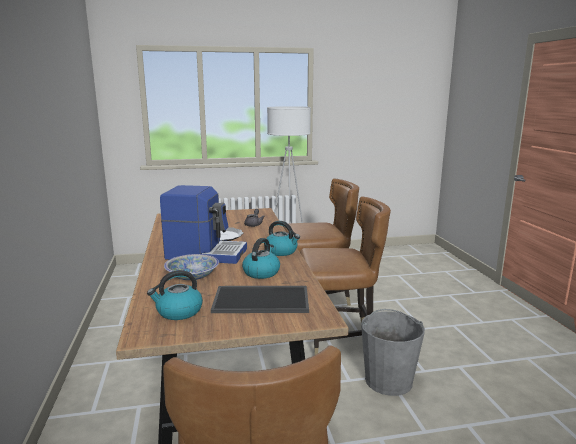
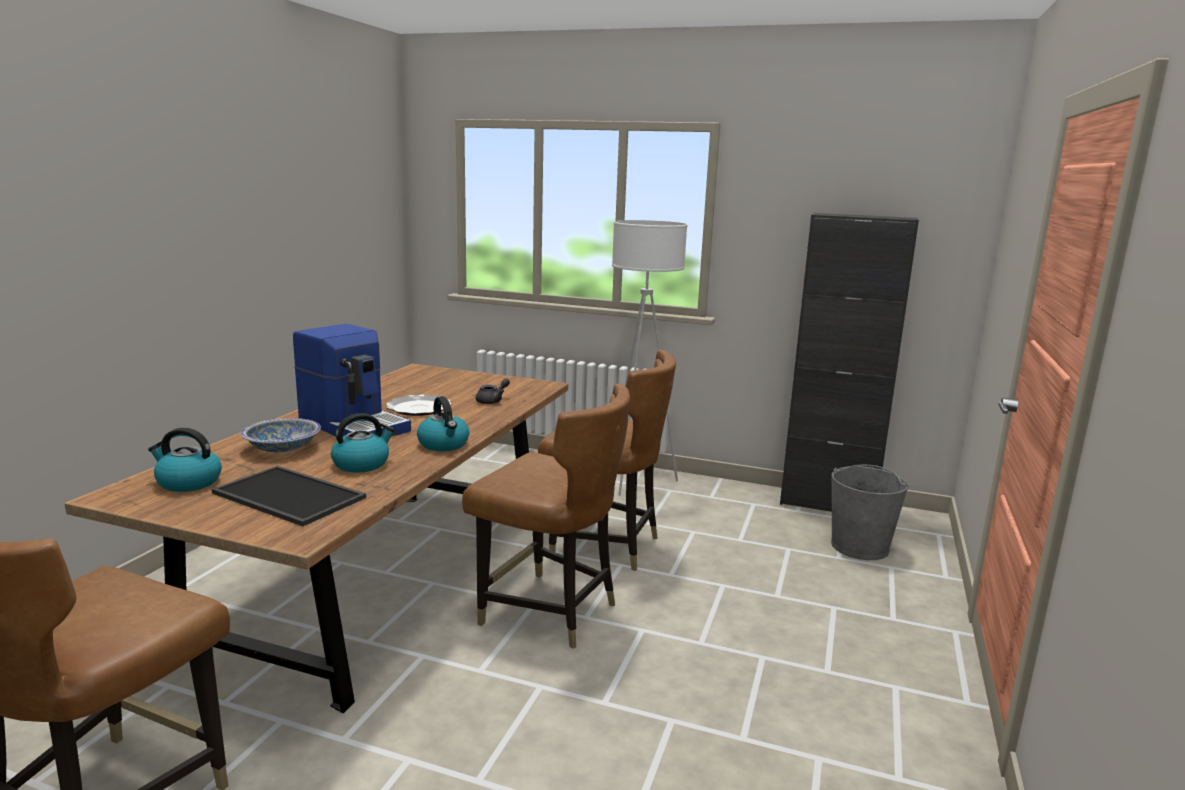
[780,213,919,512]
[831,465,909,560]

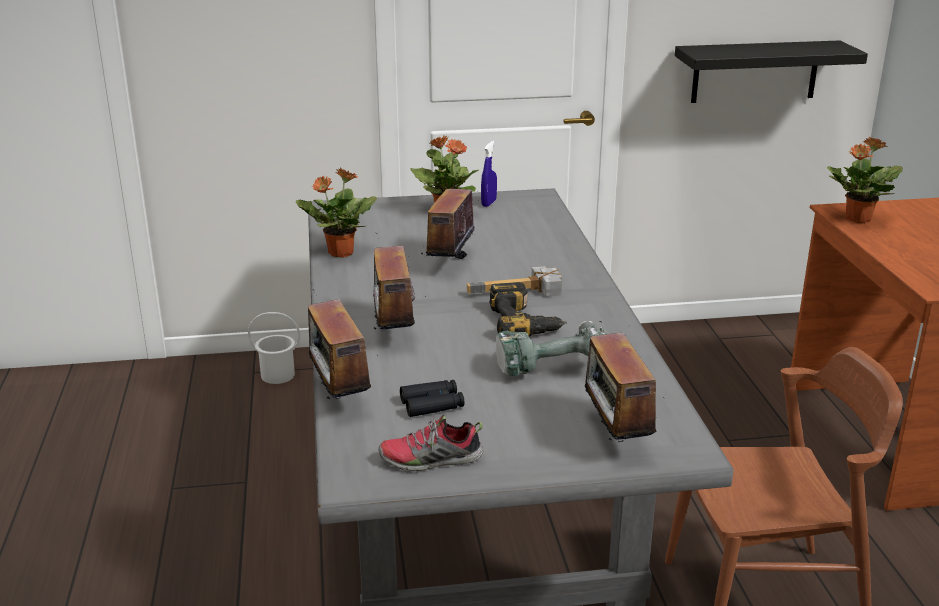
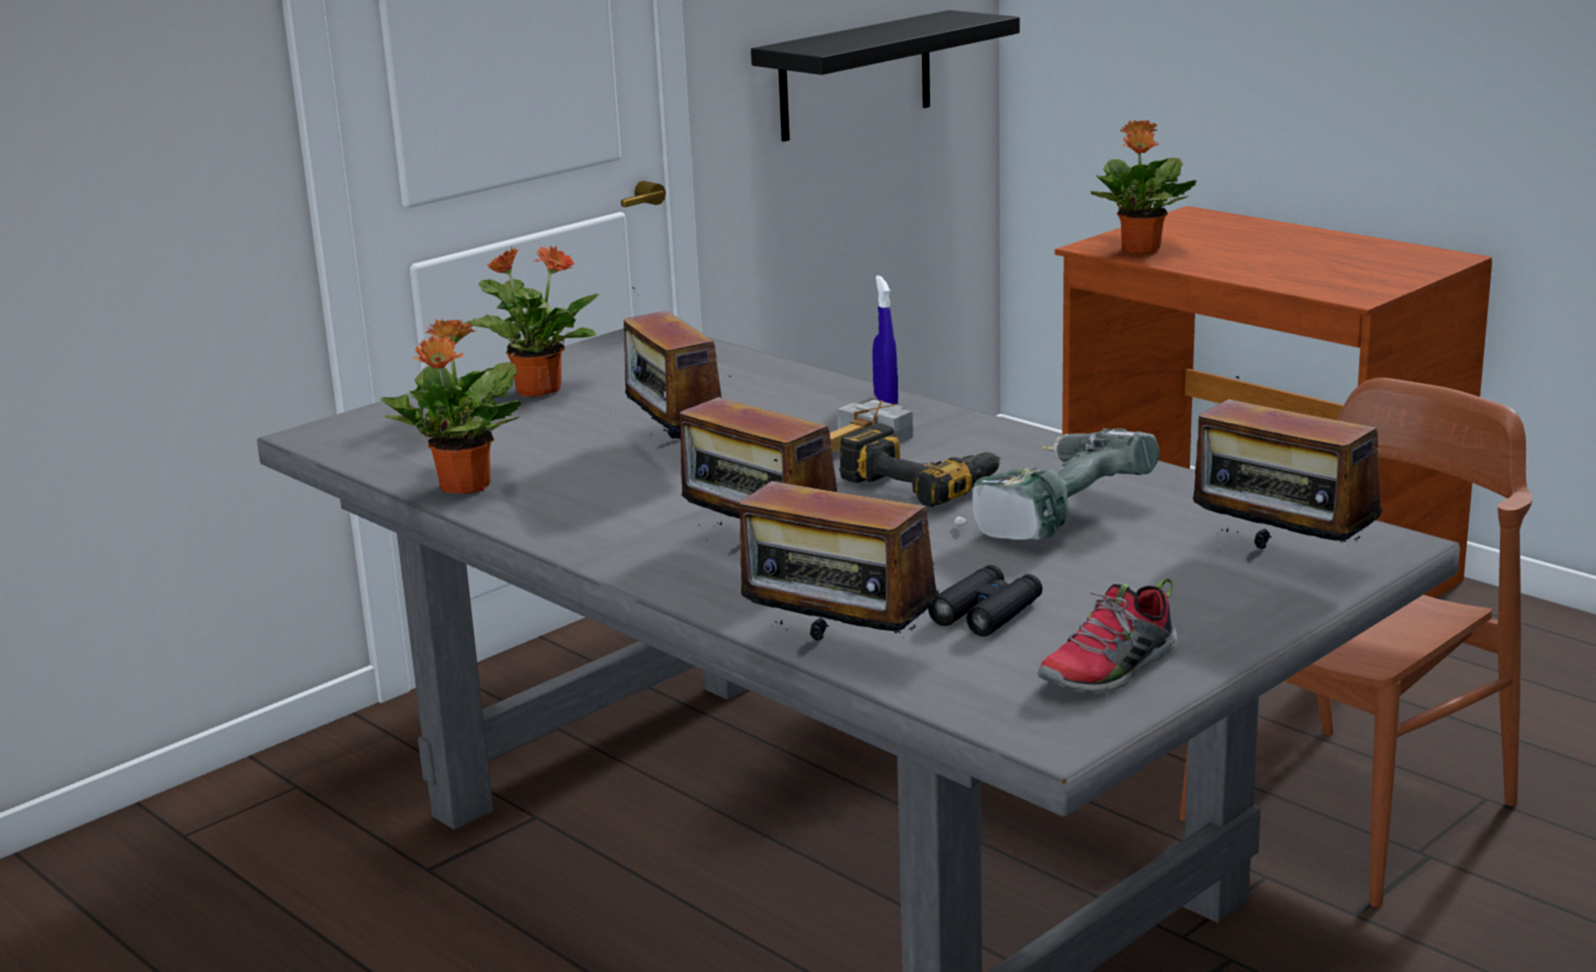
[872,275,898,404]
[248,312,300,384] (first image)

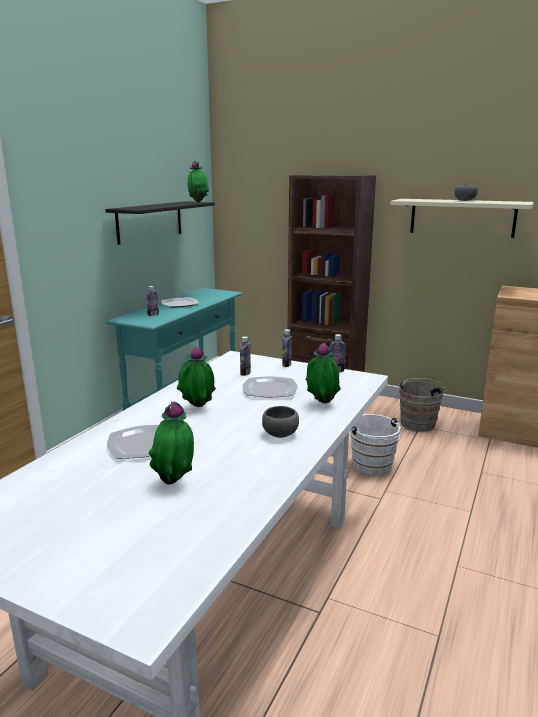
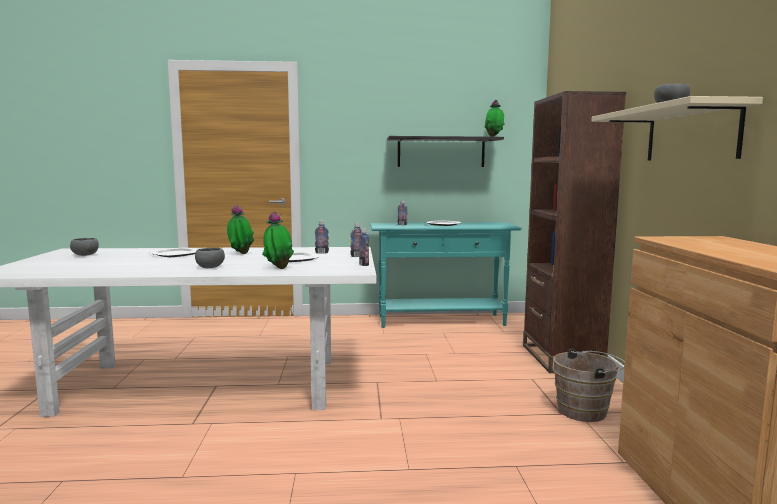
[70,238,99,256]
[148,401,194,485] (first image)
[350,414,404,475] (first image)

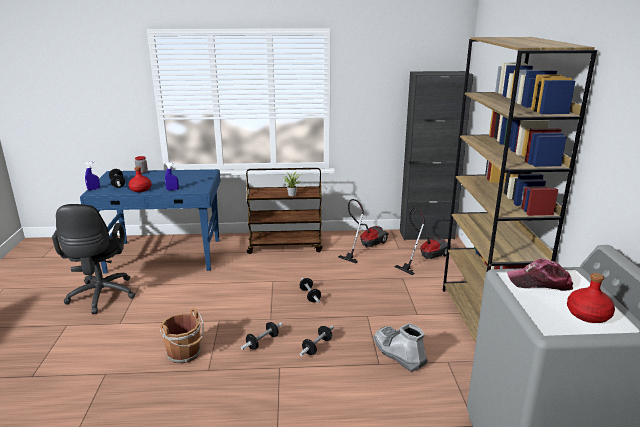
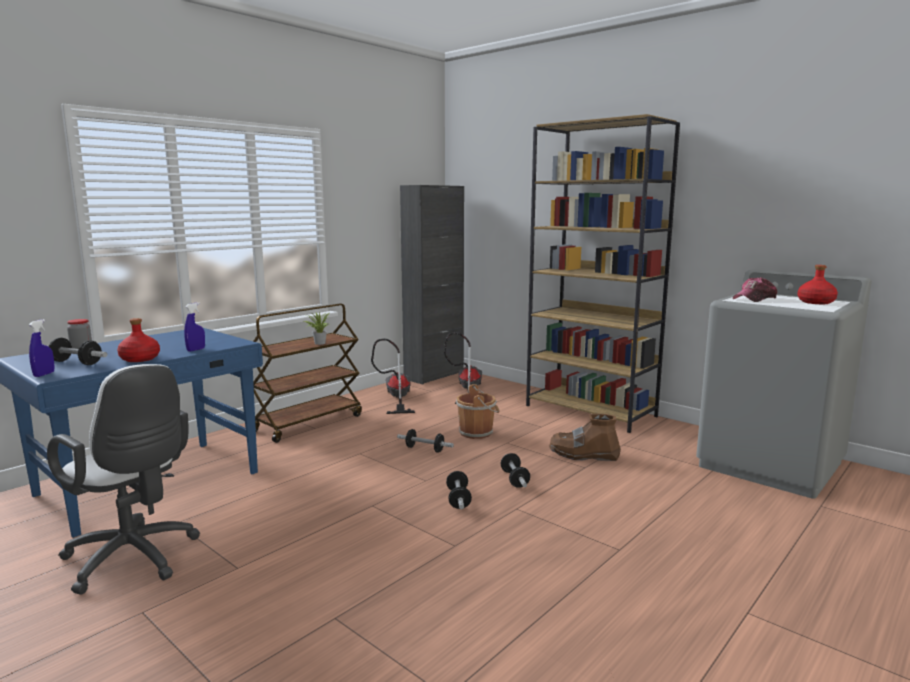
[47,364,200,594]
[456,384,499,439]
[549,414,621,461]

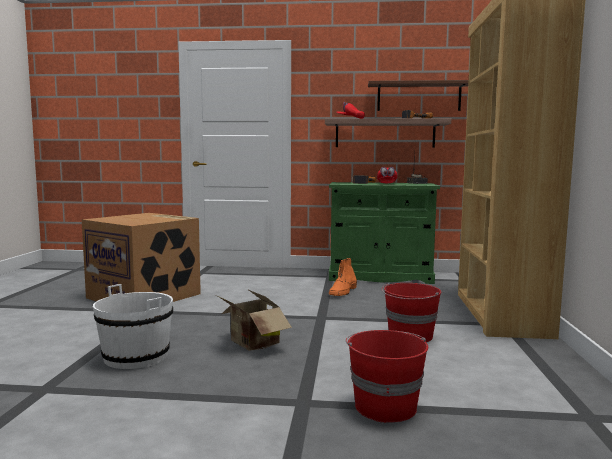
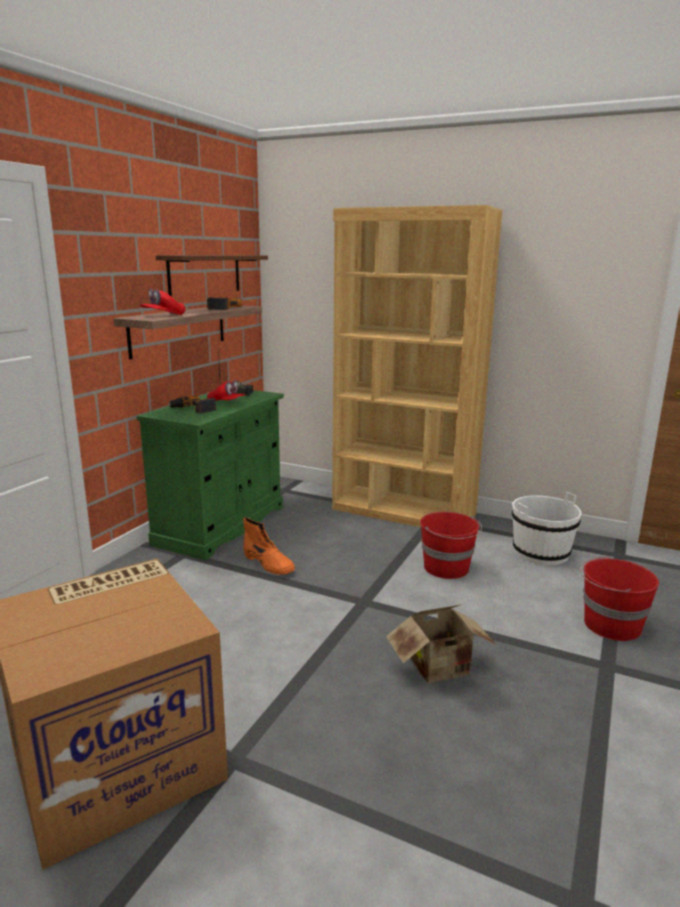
[512,492,581,565]

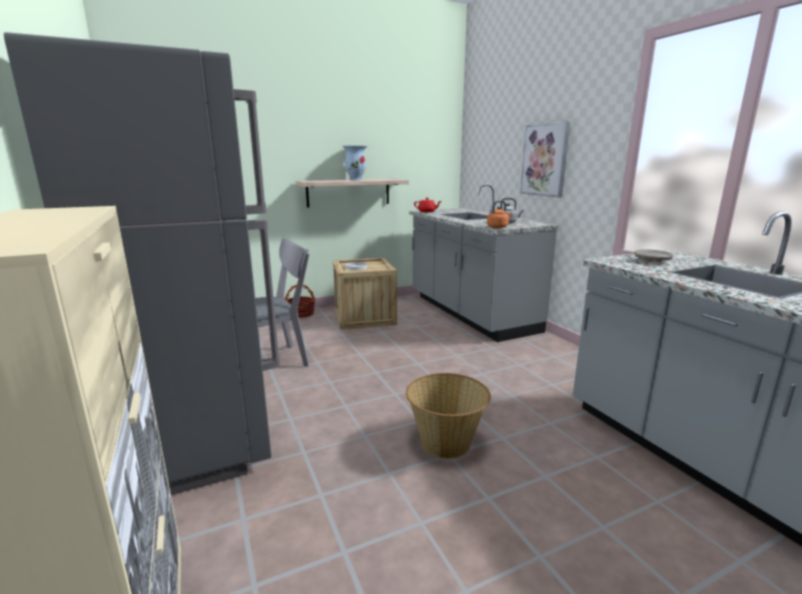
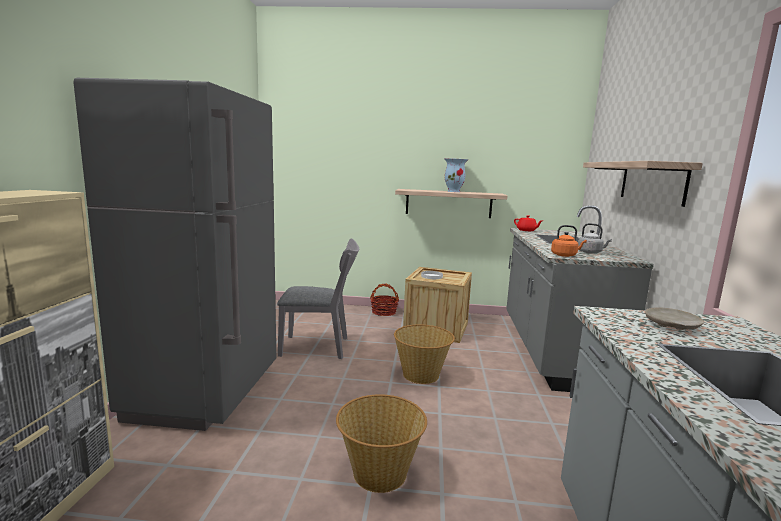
[394,325,455,384]
[583,161,703,207]

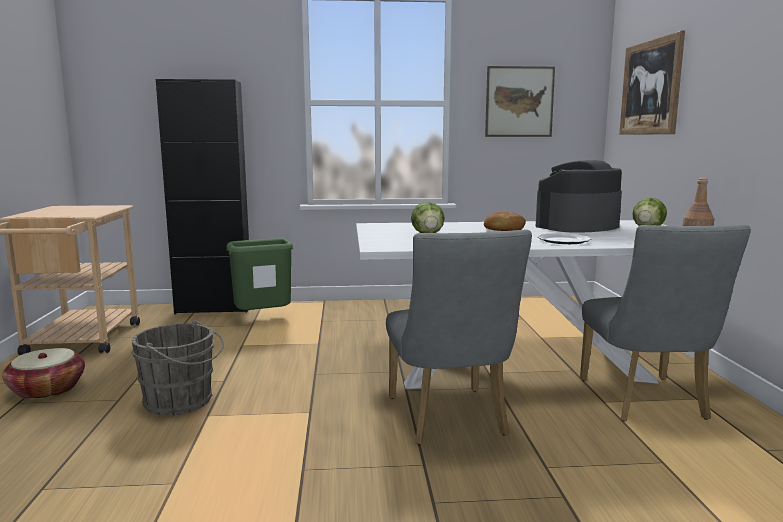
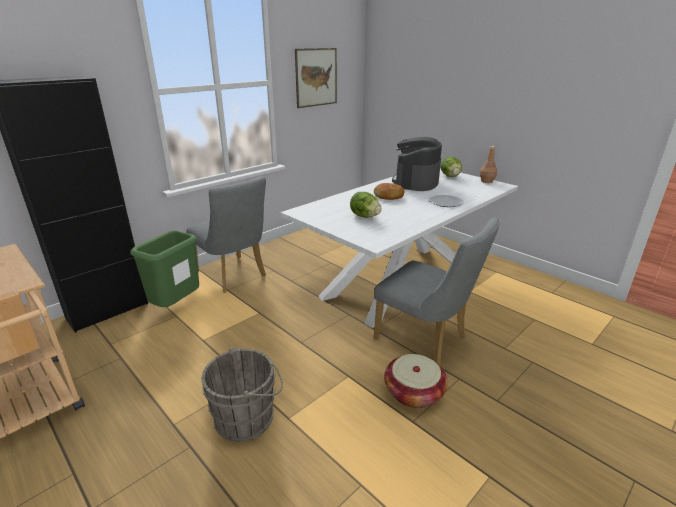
[186,177,266,292]
[384,354,448,408]
[619,31,685,135] (first image)

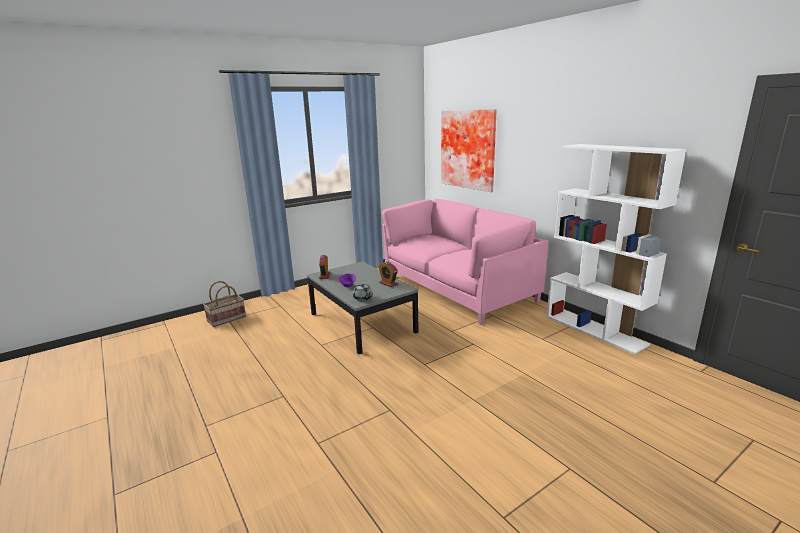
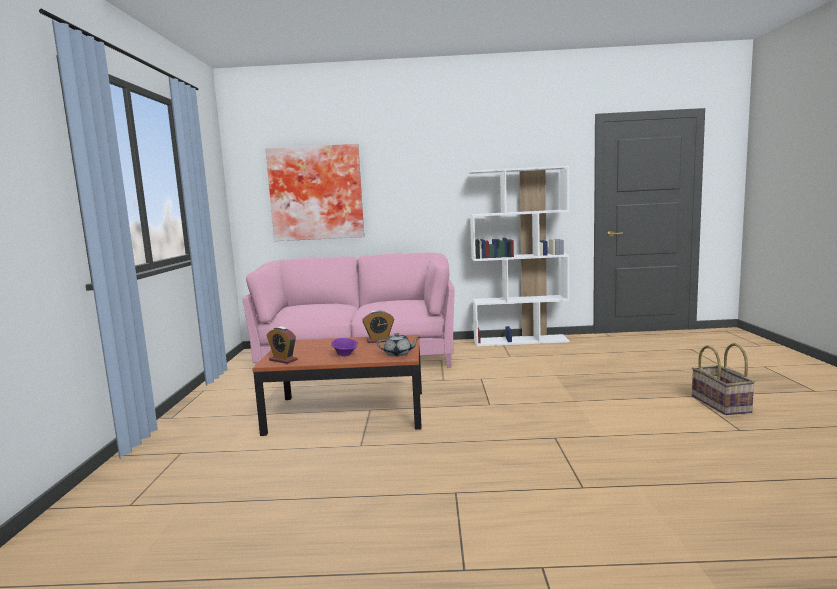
[252,334,422,436]
[692,343,755,415]

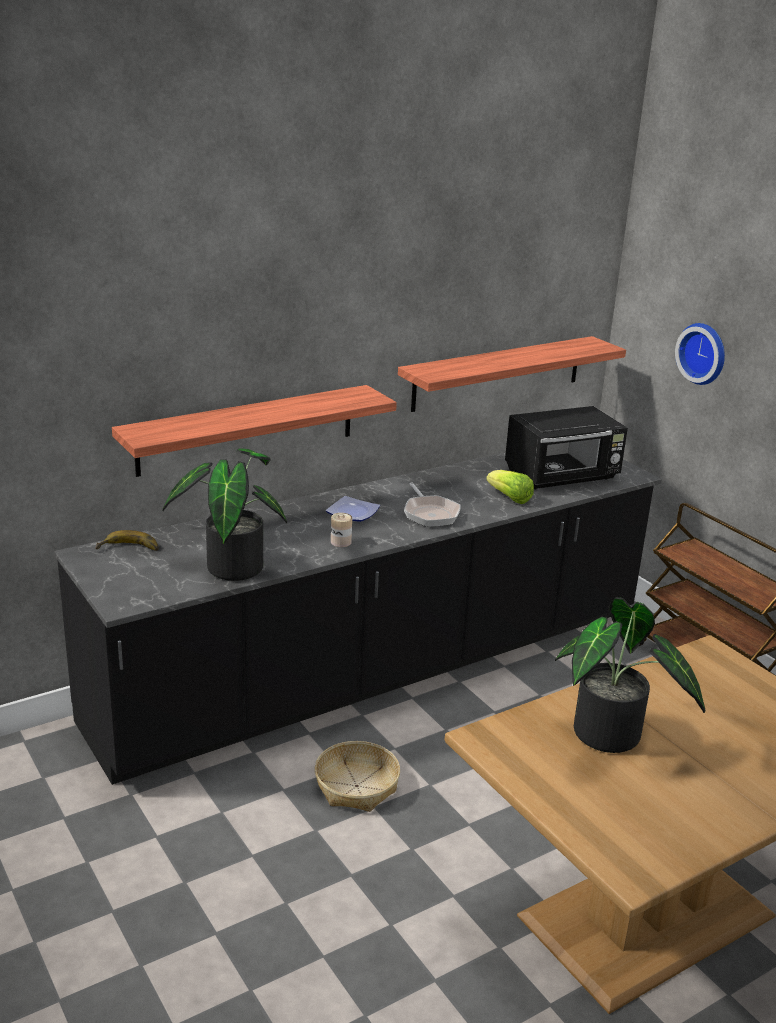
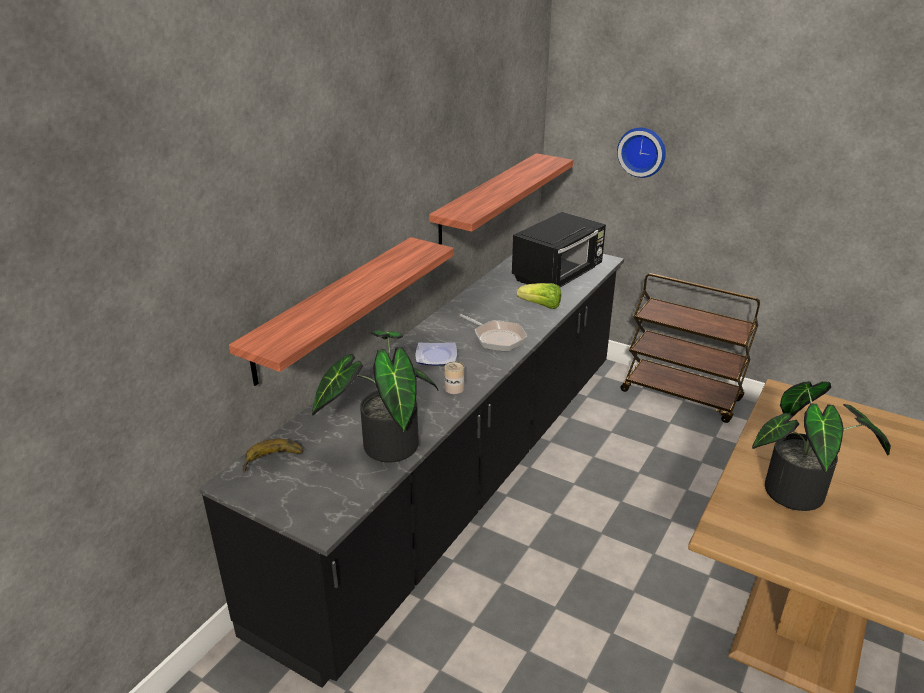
[315,741,400,812] (first image)

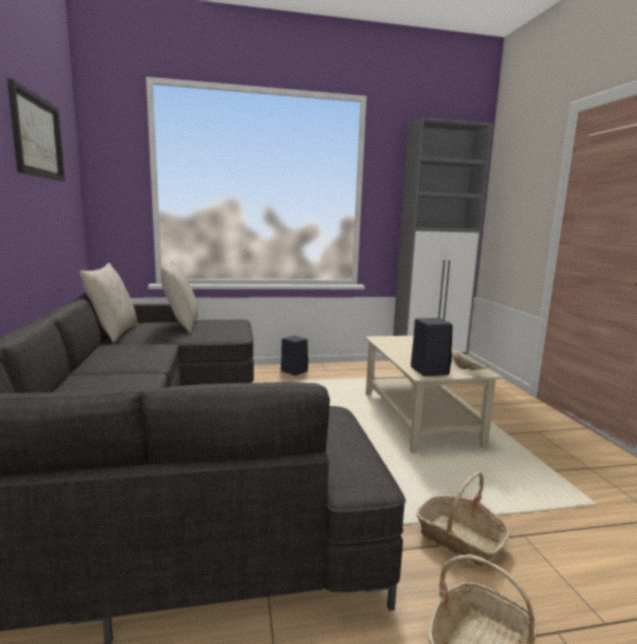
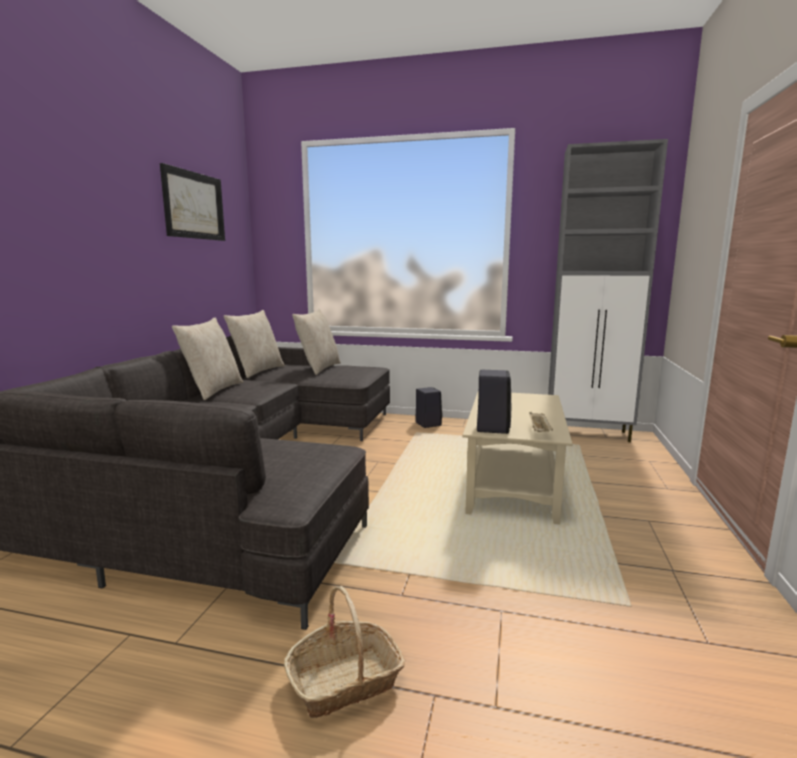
[172,317,243,400]
[416,472,510,566] (first image)

